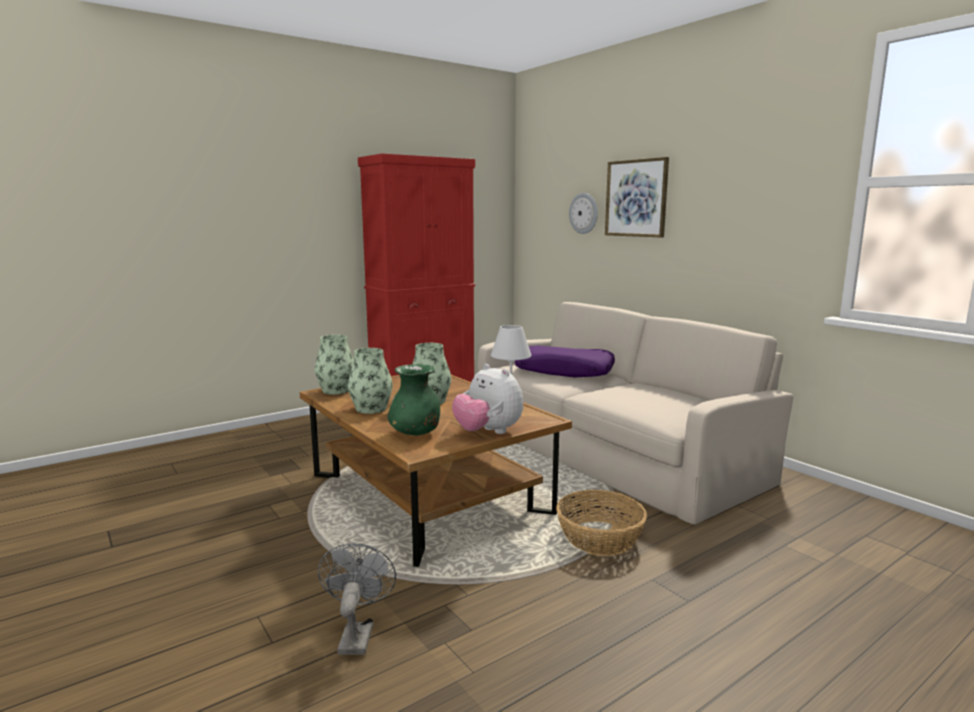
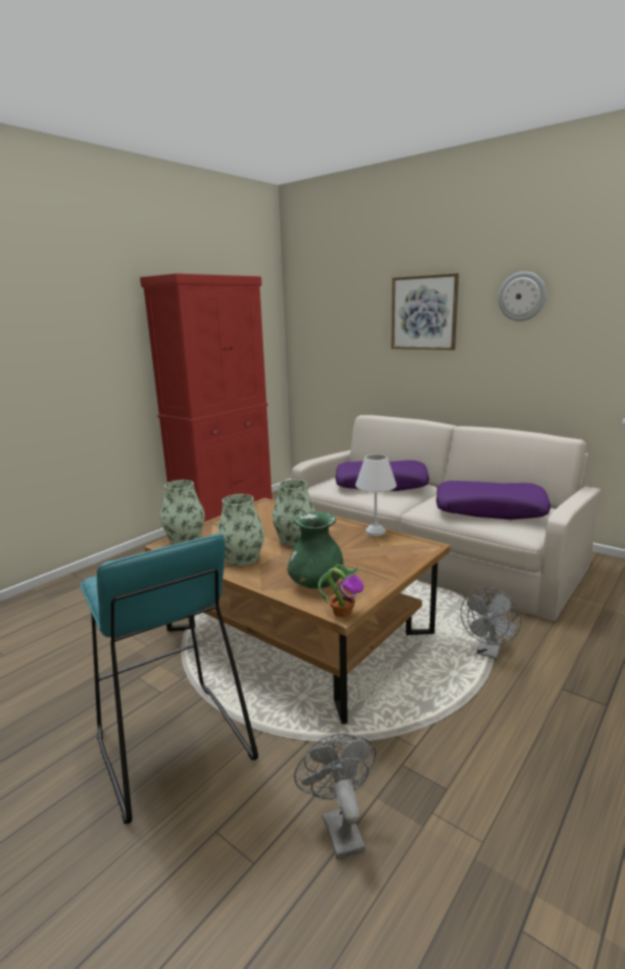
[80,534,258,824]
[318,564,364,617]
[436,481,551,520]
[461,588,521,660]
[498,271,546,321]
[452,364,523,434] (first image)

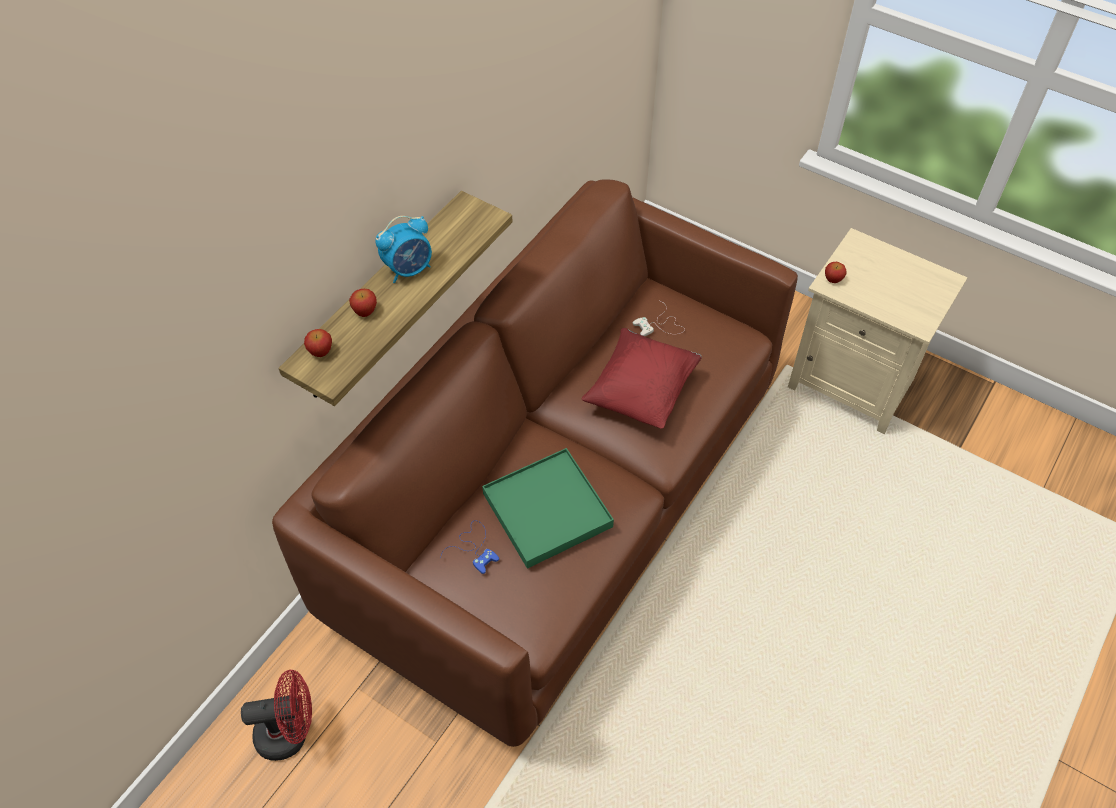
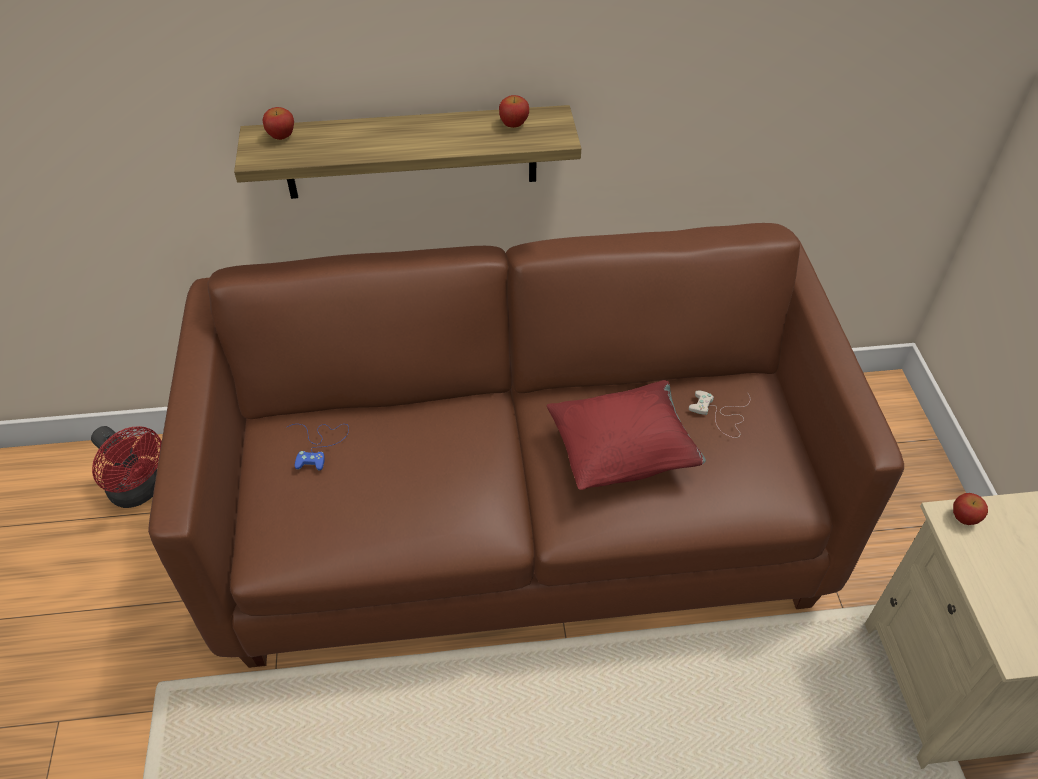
[499,95,529,128]
[375,216,432,283] (first image)
[482,448,614,569] (first image)

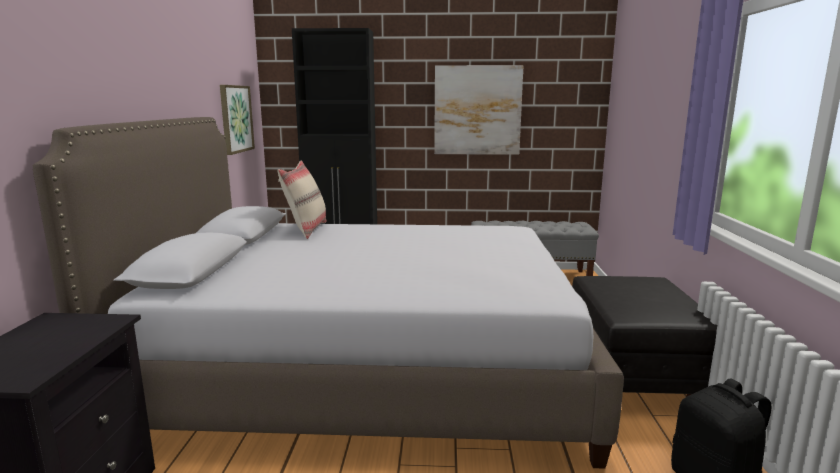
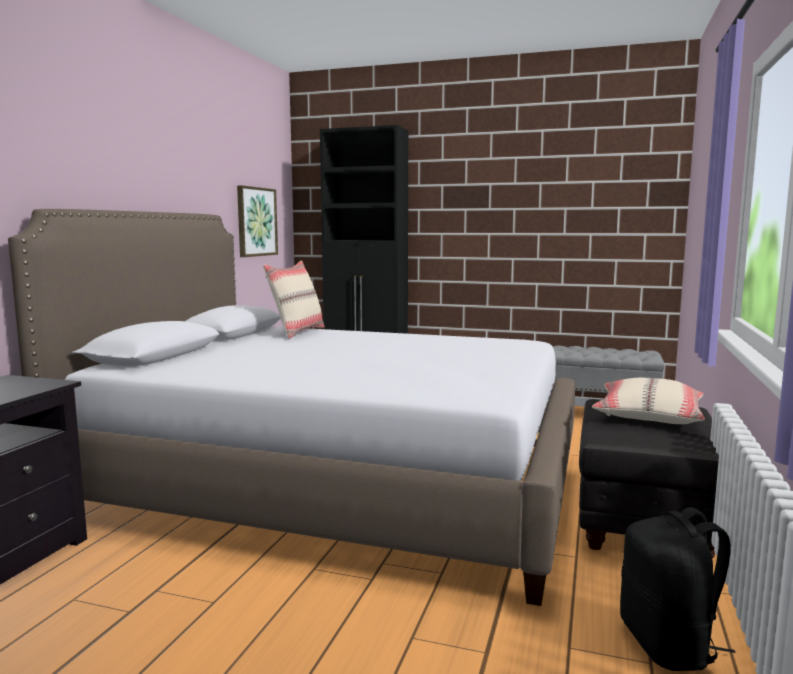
[592,378,705,424]
[434,65,524,155] (first image)

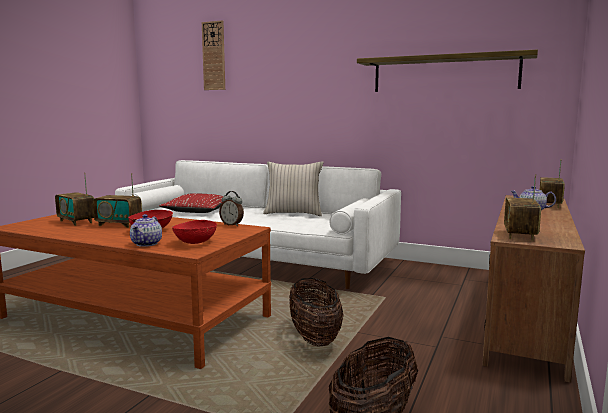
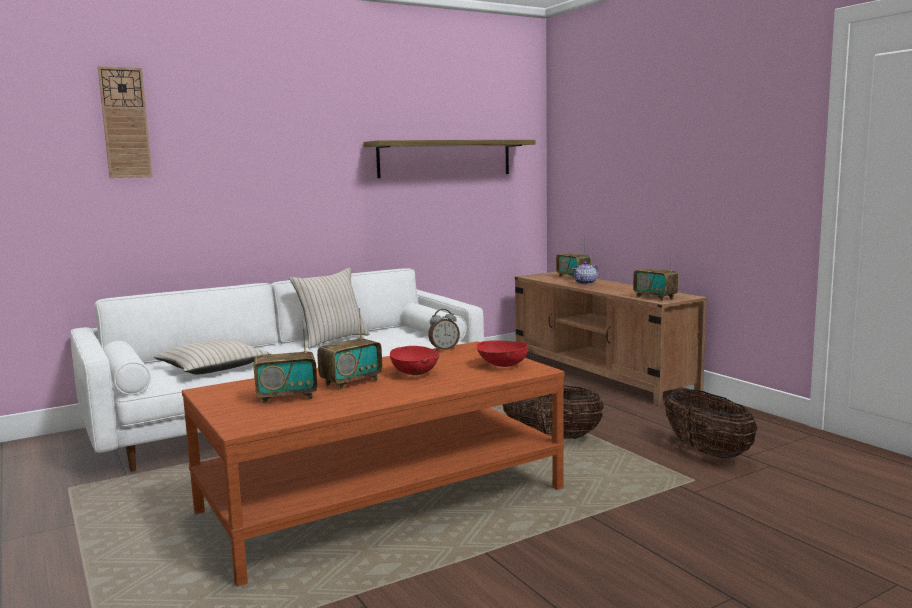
[154,338,271,374]
[130,214,162,247] (first image)

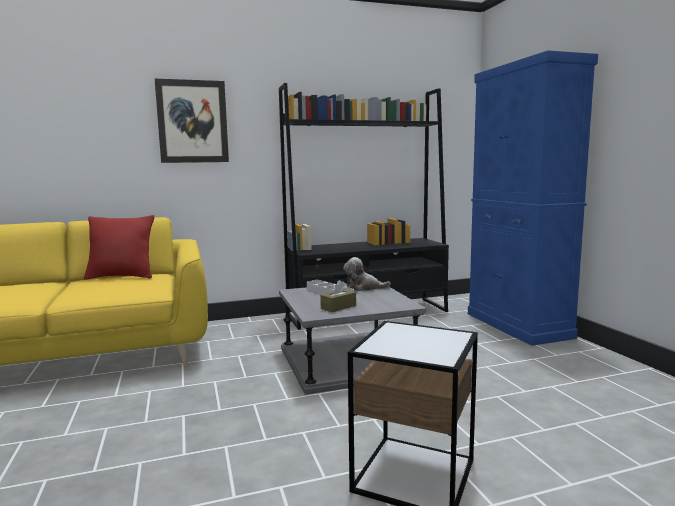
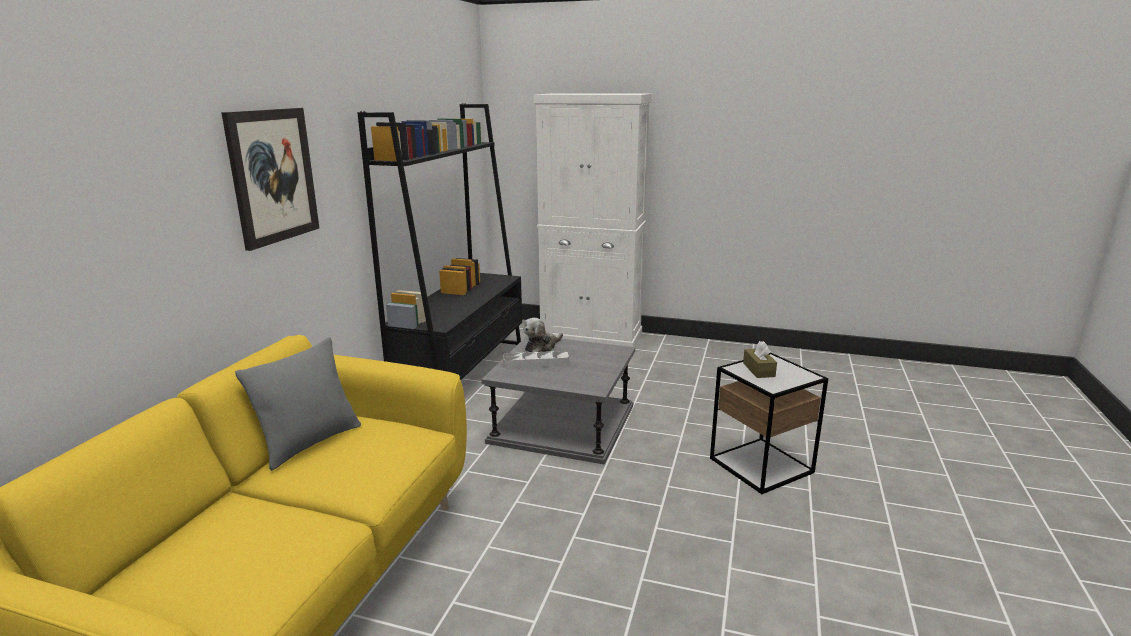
[235,337,361,471]
[534,93,652,347]
[743,341,777,378]

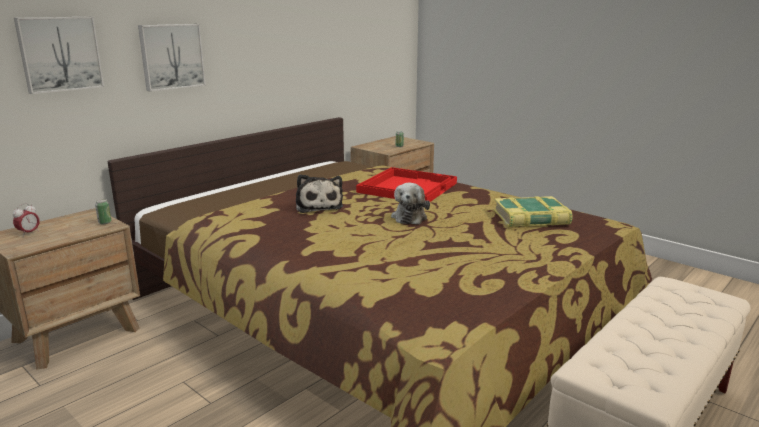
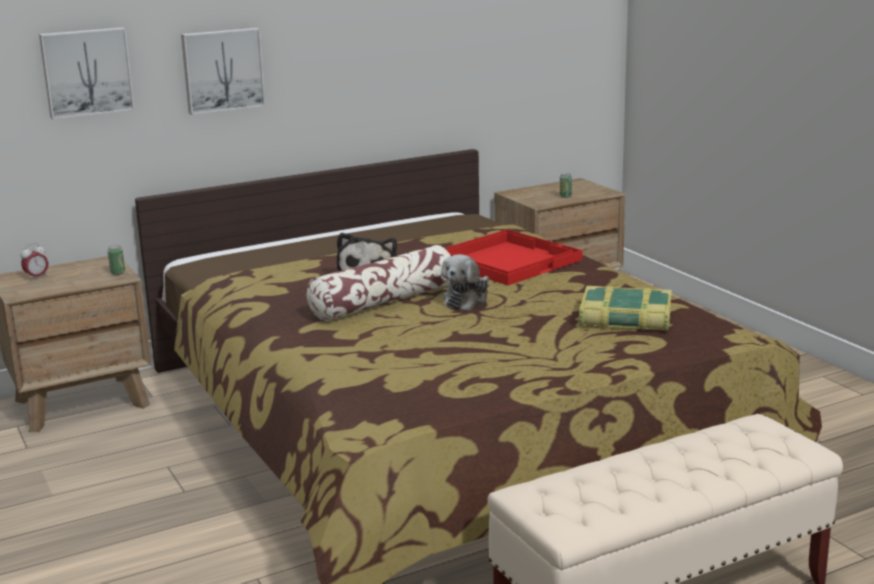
[307,245,451,321]

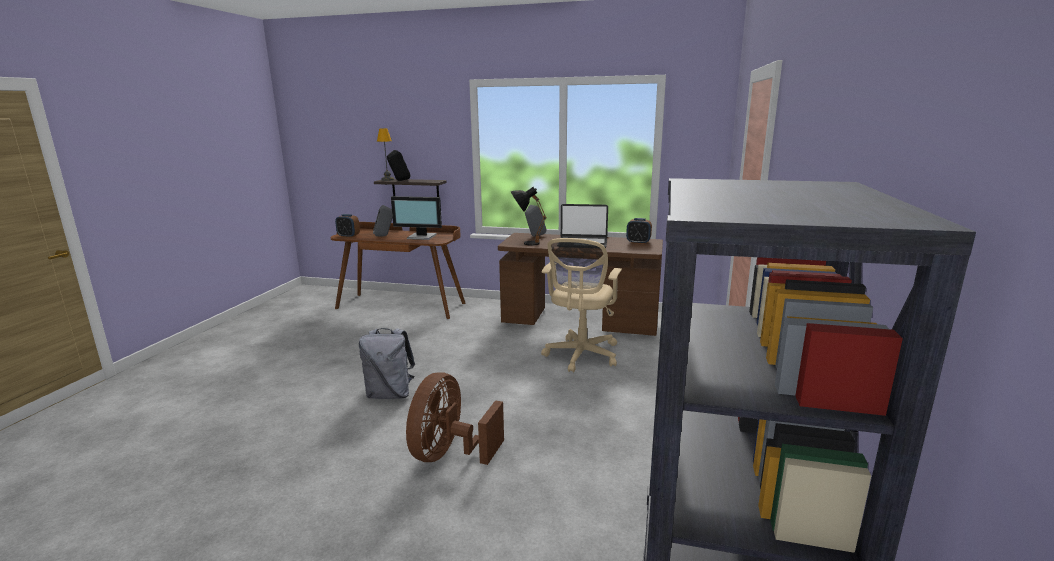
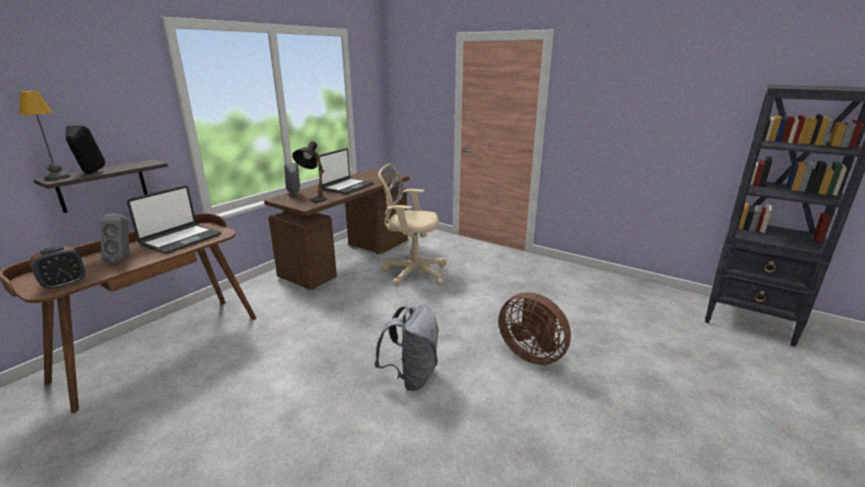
[127,186,222,254]
[378,164,447,286]
[626,218,652,244] (first image)

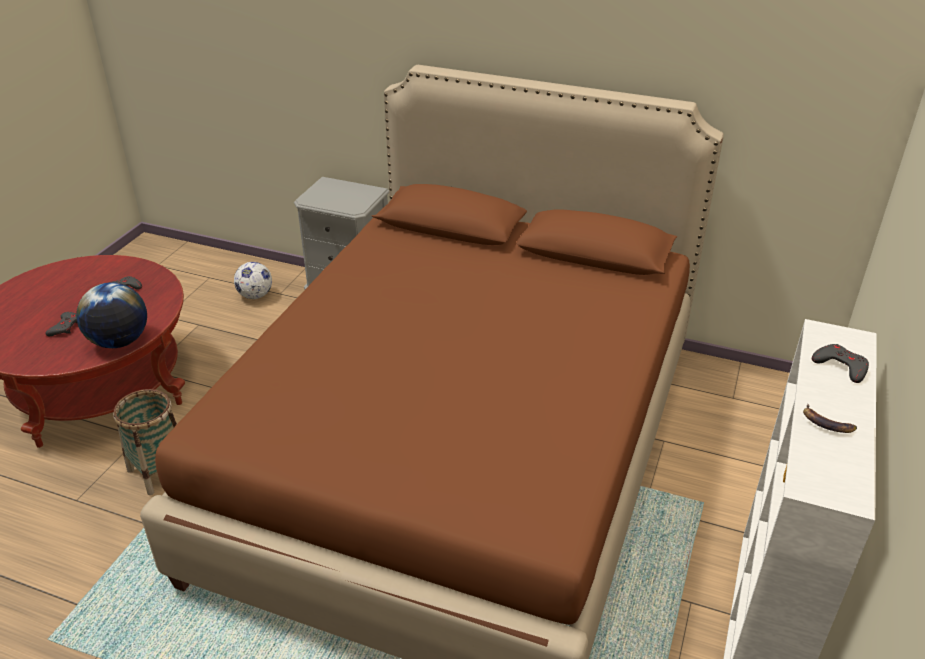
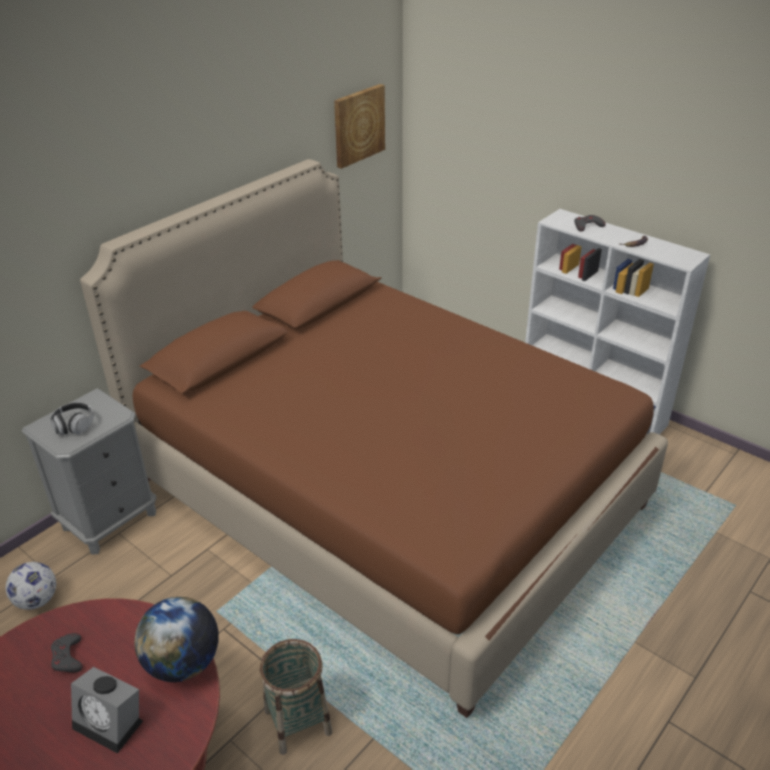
[50,402,94,435]
[71,667,143,754]
[334,84,385,169]

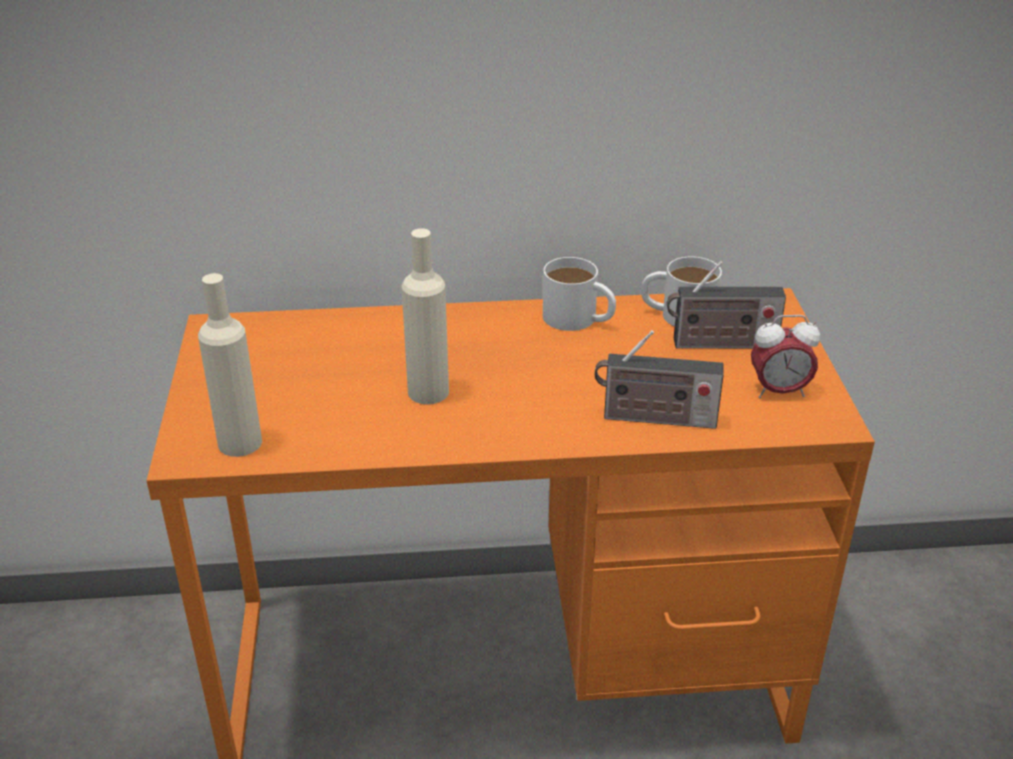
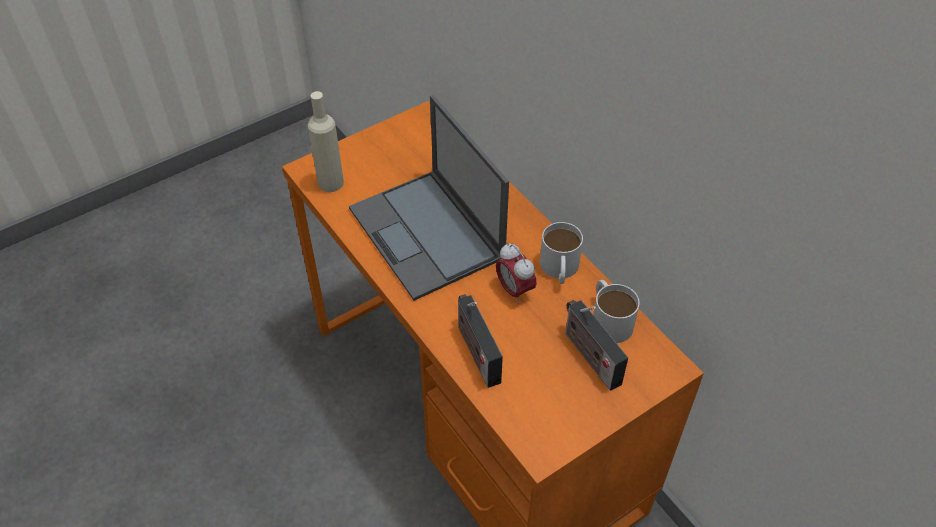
[349,95,509,301]
[496,243,537,304]

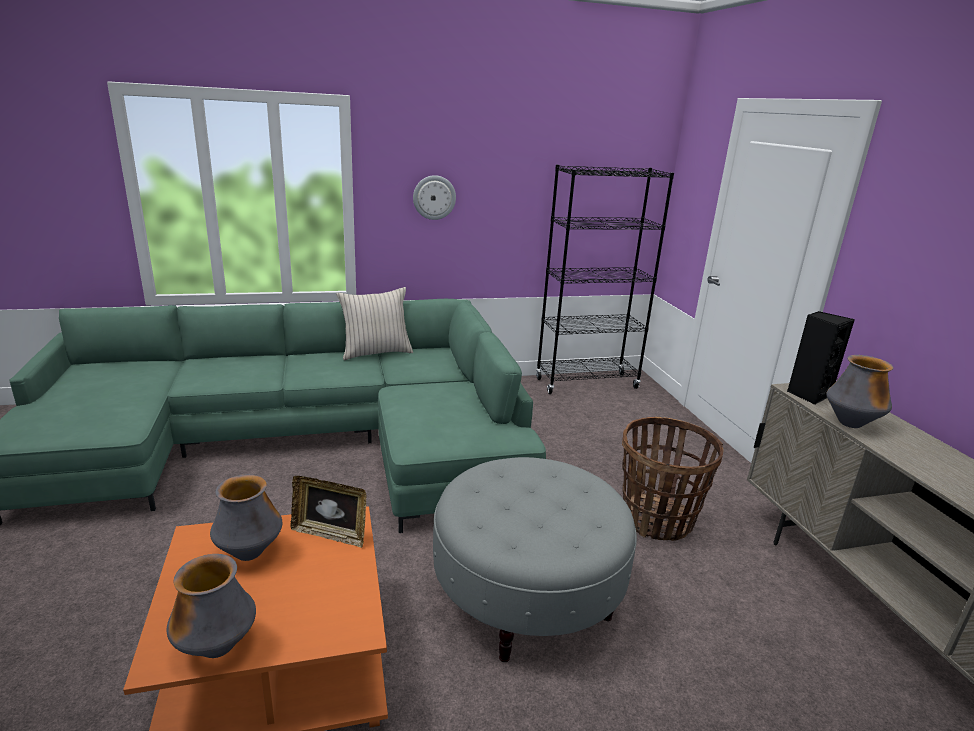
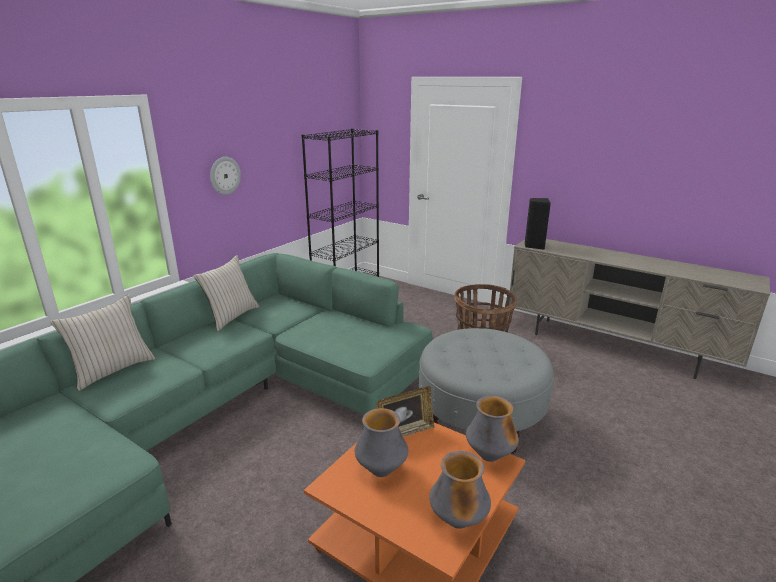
[50,294,155,391]
[466,396,519,462]

